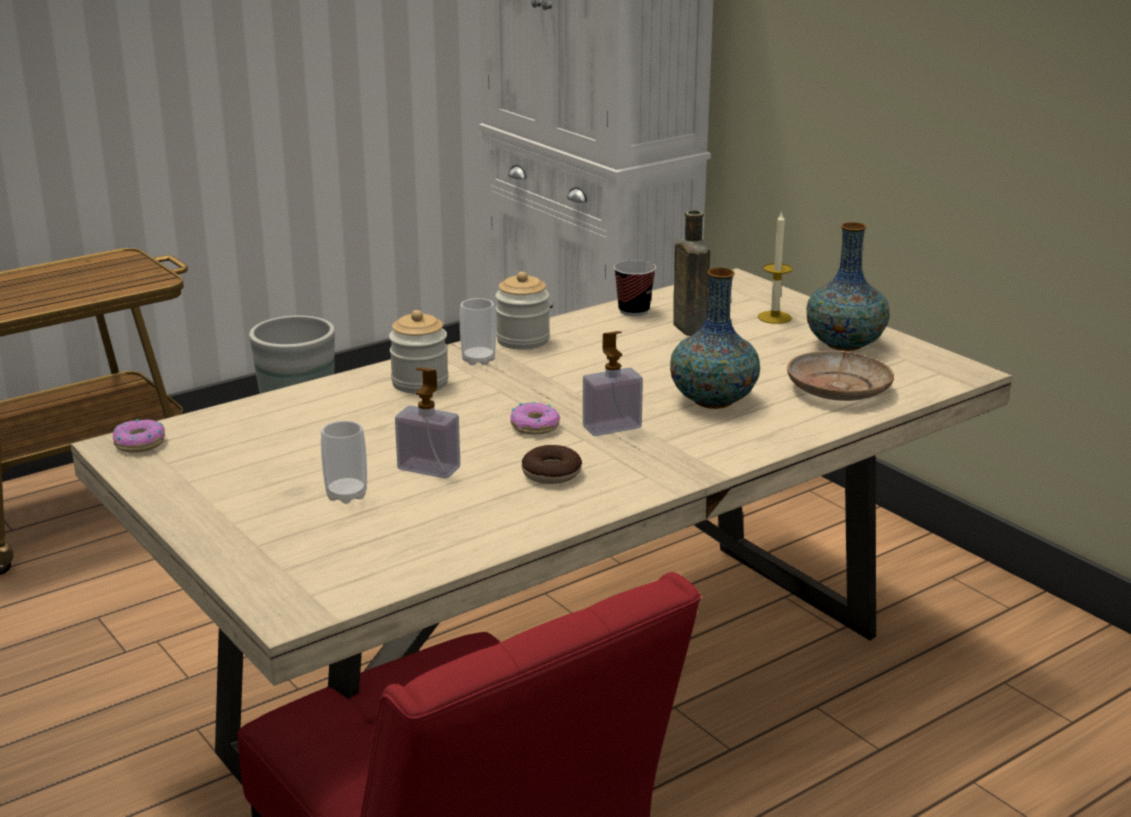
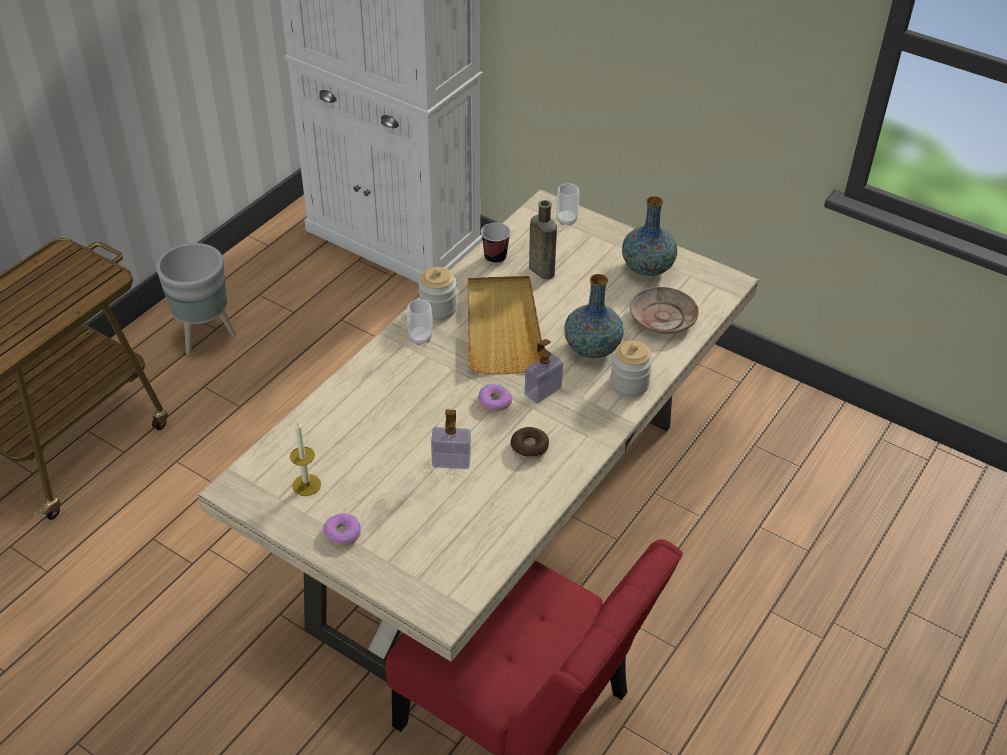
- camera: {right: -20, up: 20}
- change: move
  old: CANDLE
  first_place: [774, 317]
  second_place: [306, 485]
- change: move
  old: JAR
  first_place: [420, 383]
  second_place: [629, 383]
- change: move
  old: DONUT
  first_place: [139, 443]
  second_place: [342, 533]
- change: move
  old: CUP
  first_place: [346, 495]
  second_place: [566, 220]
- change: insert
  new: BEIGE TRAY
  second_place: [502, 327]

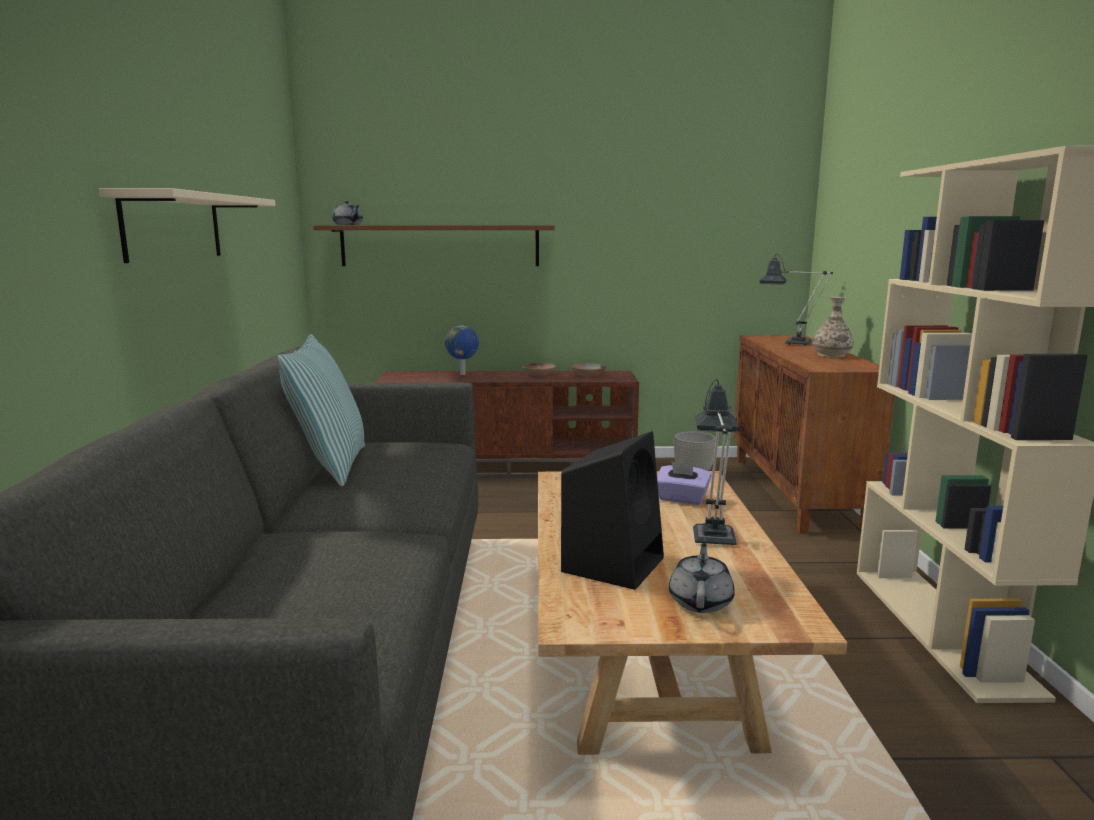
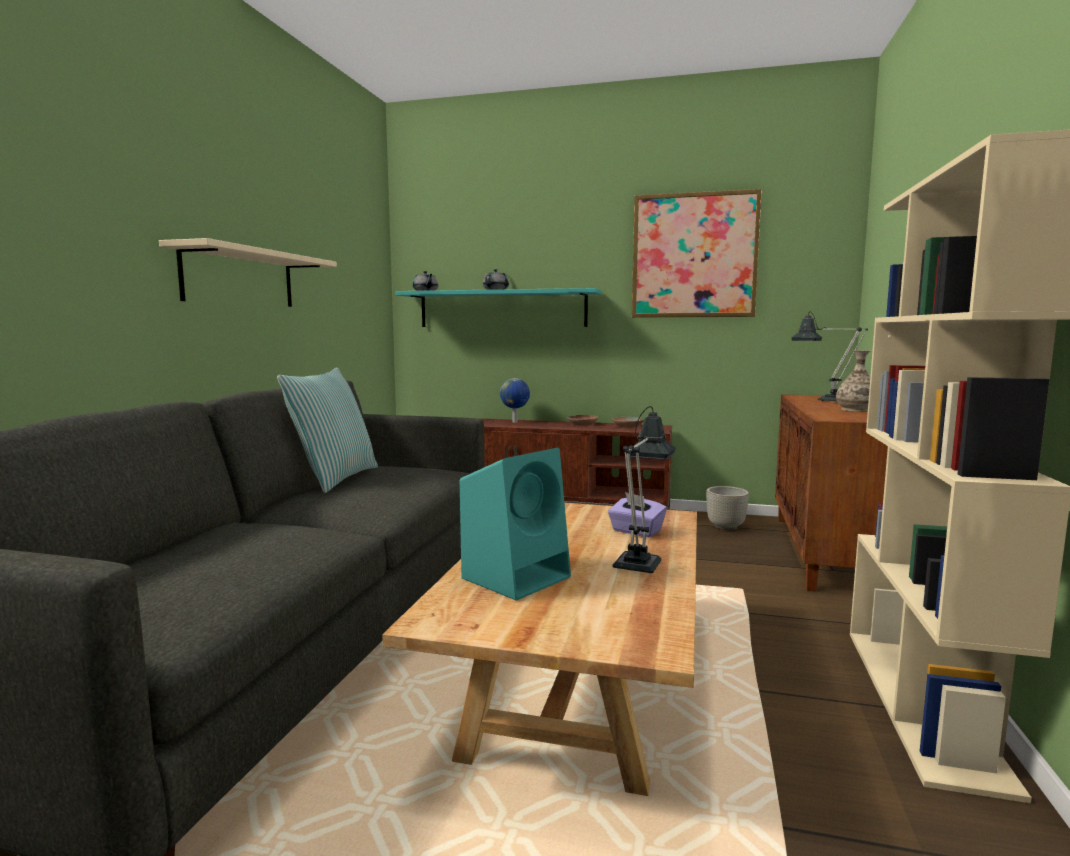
- camera: {right: 15, up: -5}
- change: recolor
  old: BROWN SHELF
  new: TURQUOISE SHELF
  first_place: [440, 245]
  second_place: [502, 309]
- change: recolor
  old: BLACK SPEAKER
  new: TURQUOISE SPEAKER
  first_place: [613, 563]
  second_place: [517, 577]
- change: move
  old: GREY TEAPOT
  first_place: [701, 601]
  second_place: [496, 290]
- change: insert
  new: PICTURE
  second_place: [694, 256]

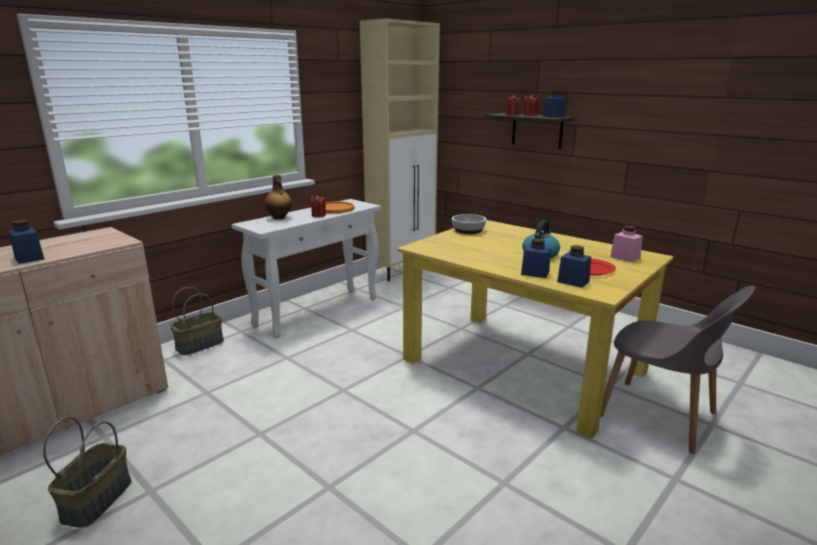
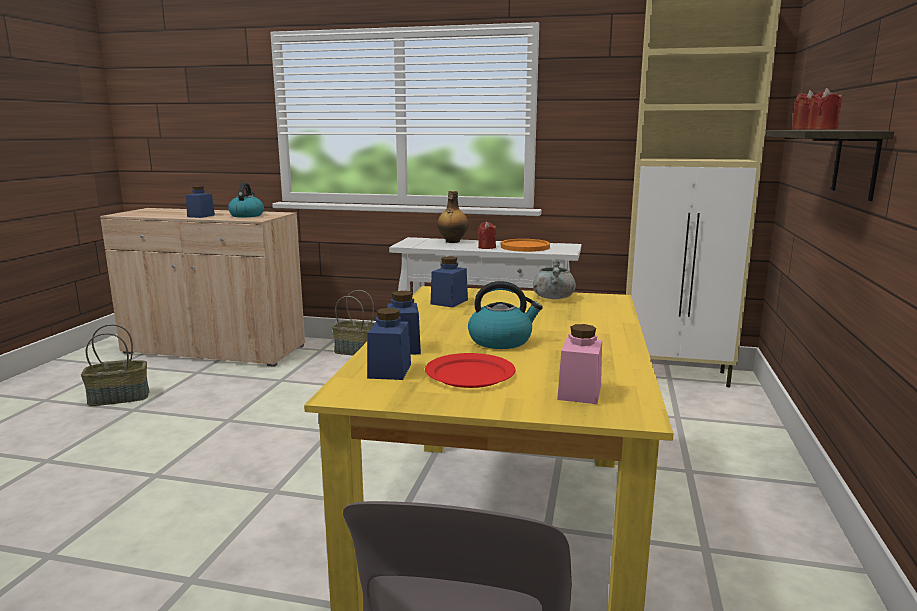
- camera: {right: 60, up: -5}
- change: move
  old: BLUE JAR
  first_place: [554, 116]
  second_place: [449, 302]
- change: replace
  old: BOWL
  new: GREY COOKING POT
  first_place: [468, 230]
  second_place: [553, 297]
- change: insert
  new: KETTLE
  second_place: [246, 215]

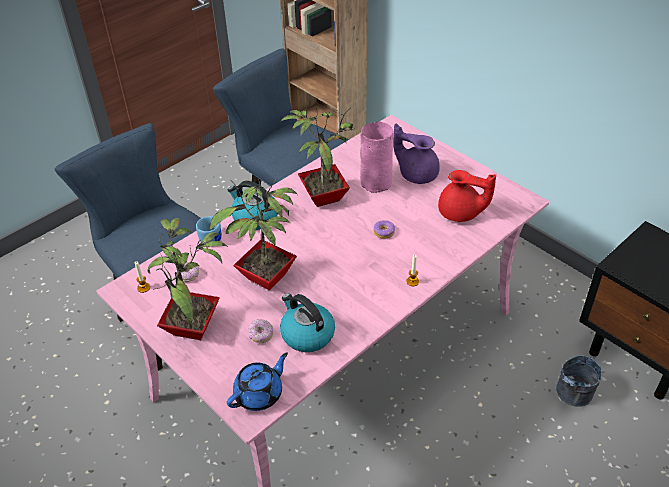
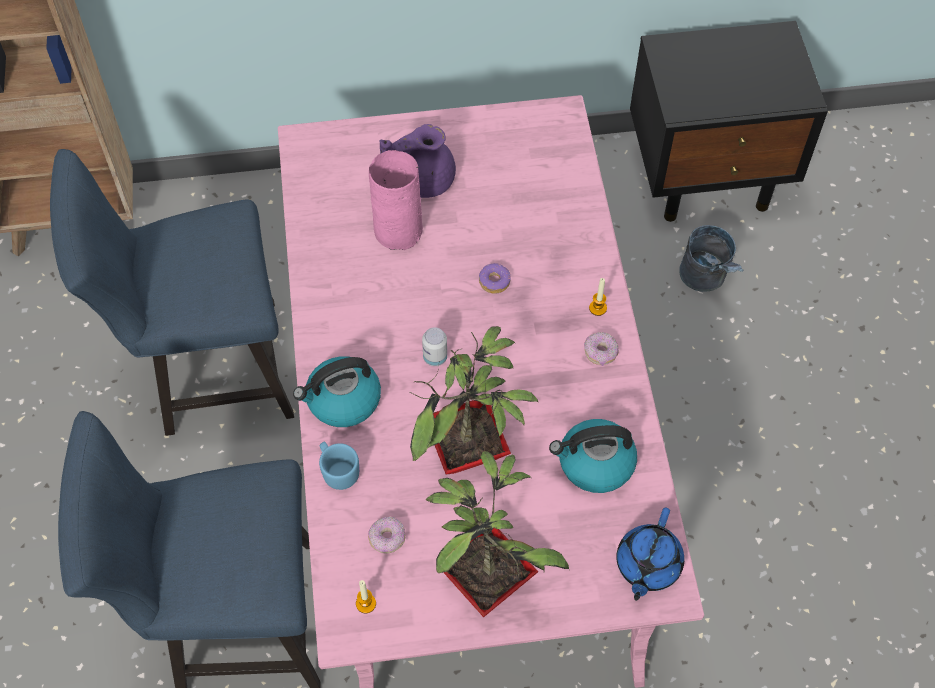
- camera: {right: -55, up: 15}
- change: delete
  old: POTTED PLANT
  first_place: [323, 196]
- change: delete
  old: RED TEAPOT
  first_place: [460, 213]
- change: move
  old: DONUT
  first_place: [261, 335]
  second_place: [600, 353]
- change: rotate
  old: BLUE TEAPOT
  first_place: [259, 394]
  second_place: [647, 565]
  degrees: -150
- change: insert
  new: CAN
  second_place: [435, 357]

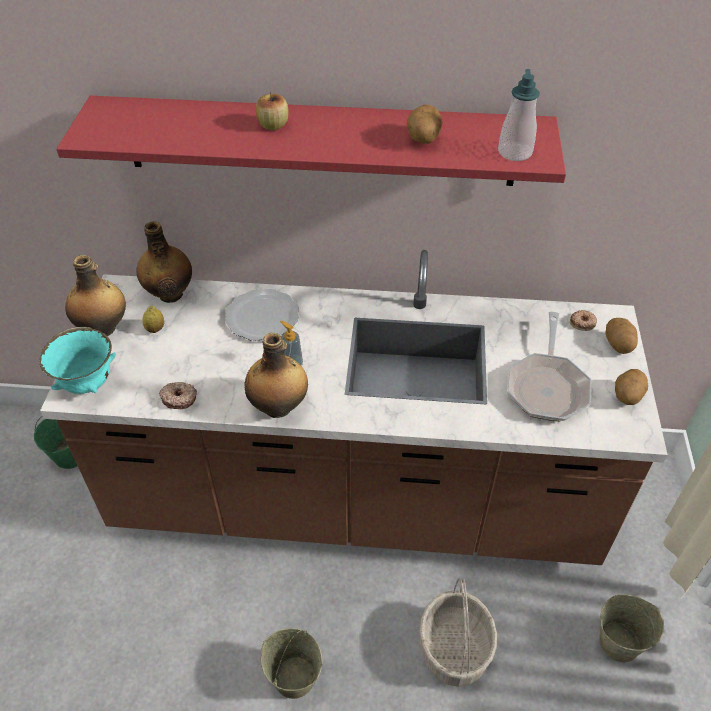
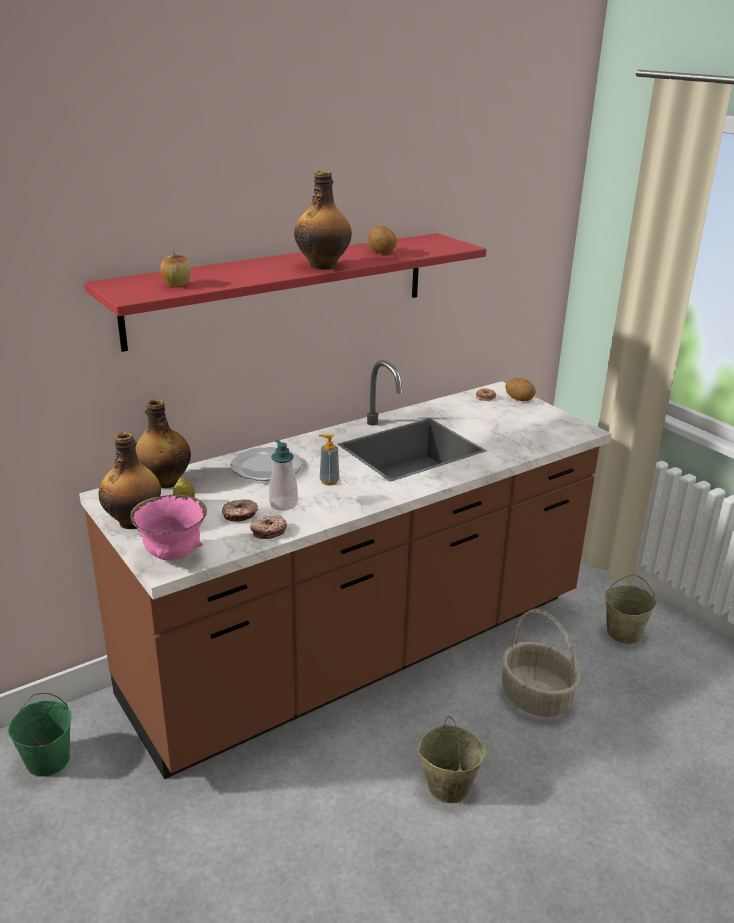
- camera: {right: -40, up: -20}
- change: move
  old: SOAP DISPENSER
  first_place: [515, 152]
  second_place: [283, 504]
- change: move
  old: APPLE
  first_place: [273, 125]
  second_place: [176, 284]
- change: delete
  old: FRYING PAN
  first_place: [547, 386]
- change: recolor
  old: TURQUOISE BOWL
  new: PINK BOWL
  first_place: [88, 383]
  second_place: [173, 555]
- change: move
  old: BOTTLE
  first_place: [279, 407]
  second_place: [323, 266]
- change: delete
  old: POTATO
  first_place: [626, 396]
- change: insert
  new: DONUT
  second_place: [240, 515]

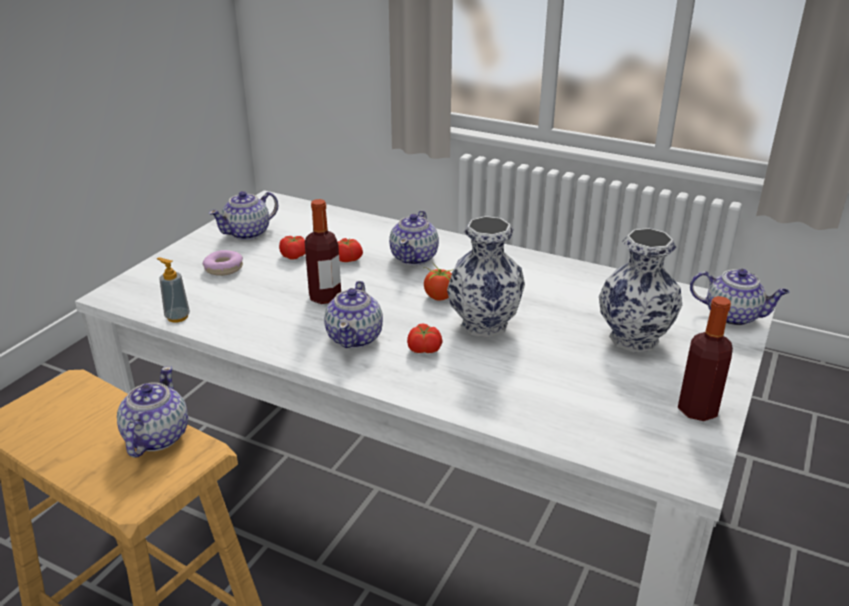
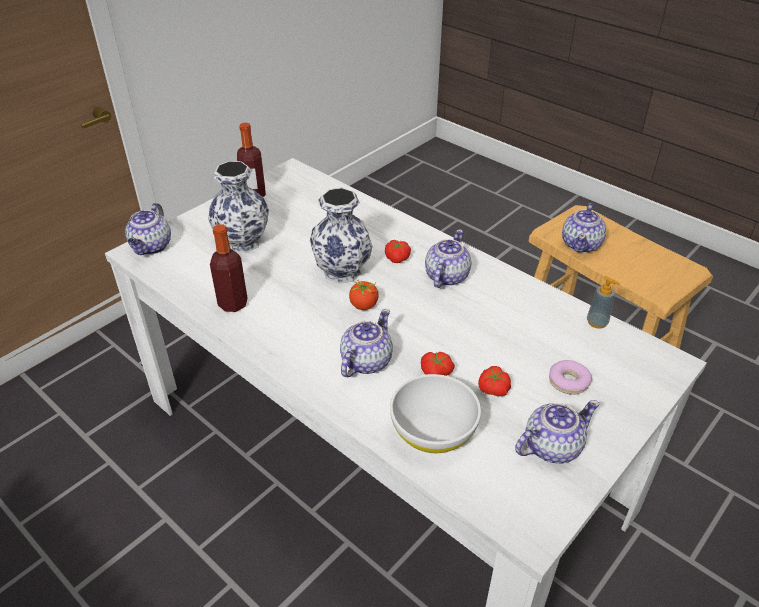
- camera: {right: -165, up: 10}
- change: move
  old: BOTTLE
  first_place: [325, 297]
  second_place: [233, 304]
- change: rotate
  old: TEAPOT
  first_place: [733, 316]
  second_place: [152, 247]
  degrees: -120
- change: insert
  new: WHITE BOWL
  second_place: [433, 431]

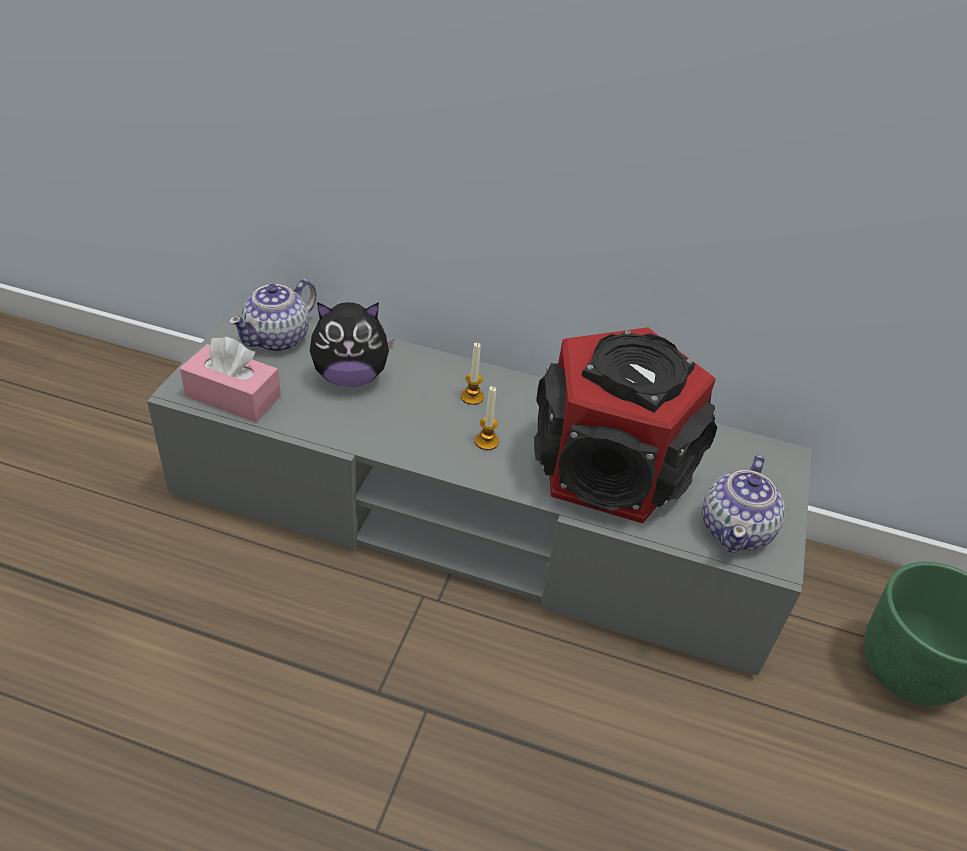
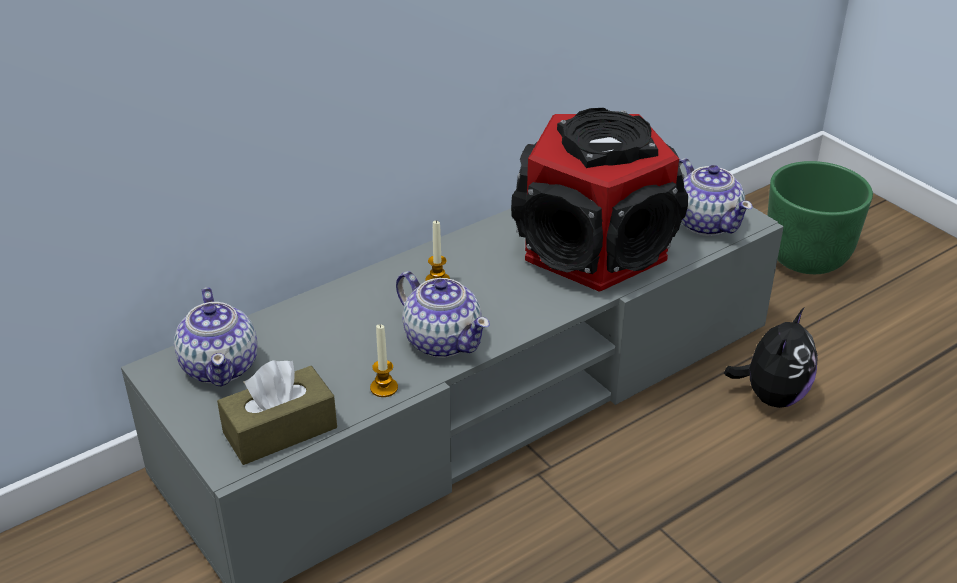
- camera: {right: -50, up: -5}
- change: move
  old: PLUSH TOY
  first_place: [350, 377]
  second_place: [771, 396]
- change: recolor
  old: PINK TISSUE BOX
  new: BROWN TISSUE BOX
  first_place: [233, 396]
  second_place: [280, 430]
- change: move
  old: CANDLE
  first_place: [486, 441]
  second_place: [384, 388]
- change: insert
  new: TEAPOT
  second_place: [442, 340]

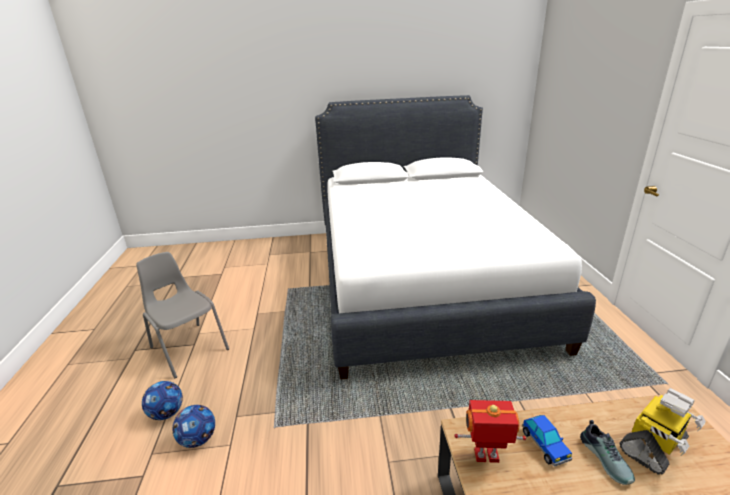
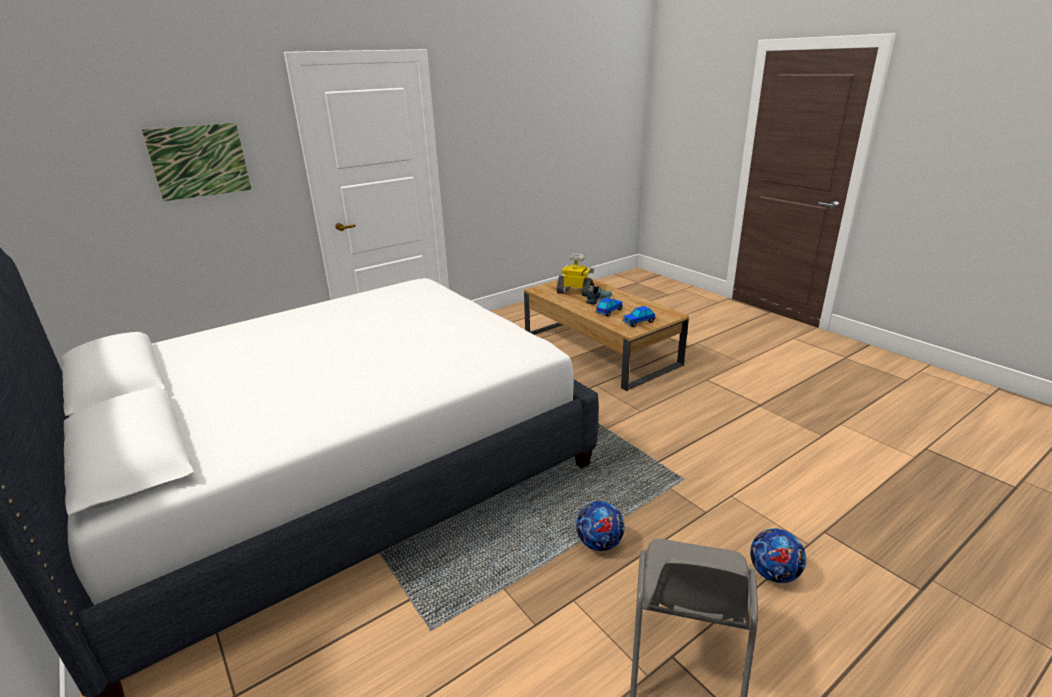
- camera: {right: -120, up: 0}
- change: replace
  old: TOY ROBOT
  new: TOY CAR
  first_place: [486, 457]
  second_place: [638, 322]
- change: move
  old: FOOTBALL
  first_place: [198, 439]
  second_place: [599, 543]
- change: insert
  new: PICTURE
  second_place: [199, 161]

